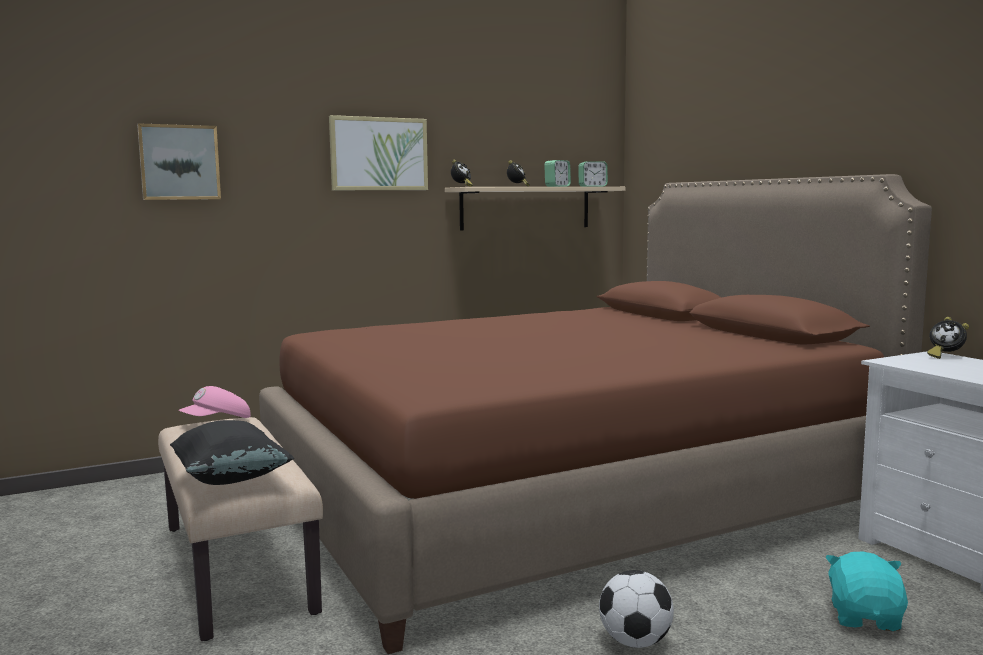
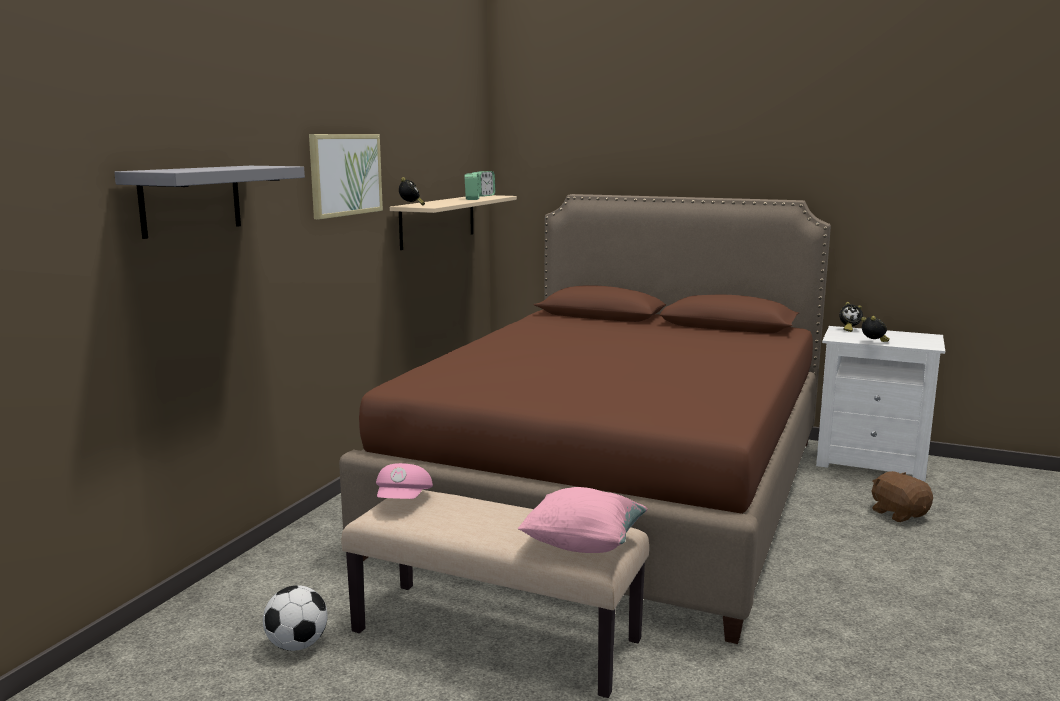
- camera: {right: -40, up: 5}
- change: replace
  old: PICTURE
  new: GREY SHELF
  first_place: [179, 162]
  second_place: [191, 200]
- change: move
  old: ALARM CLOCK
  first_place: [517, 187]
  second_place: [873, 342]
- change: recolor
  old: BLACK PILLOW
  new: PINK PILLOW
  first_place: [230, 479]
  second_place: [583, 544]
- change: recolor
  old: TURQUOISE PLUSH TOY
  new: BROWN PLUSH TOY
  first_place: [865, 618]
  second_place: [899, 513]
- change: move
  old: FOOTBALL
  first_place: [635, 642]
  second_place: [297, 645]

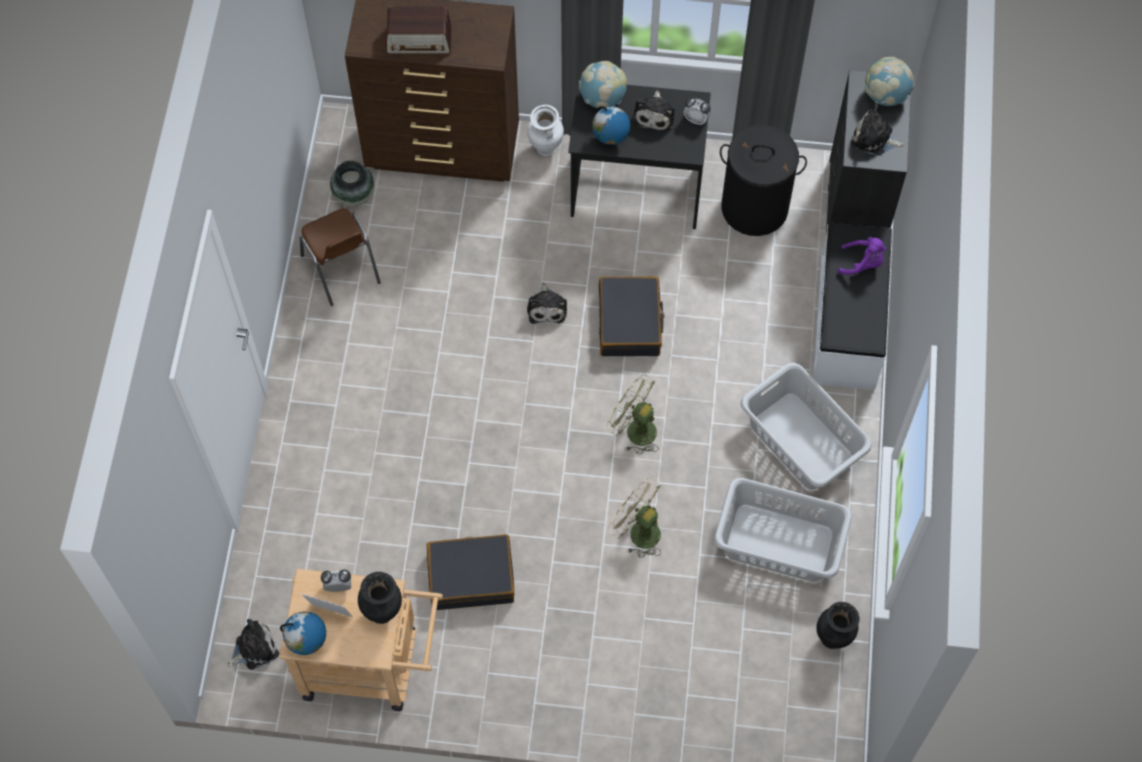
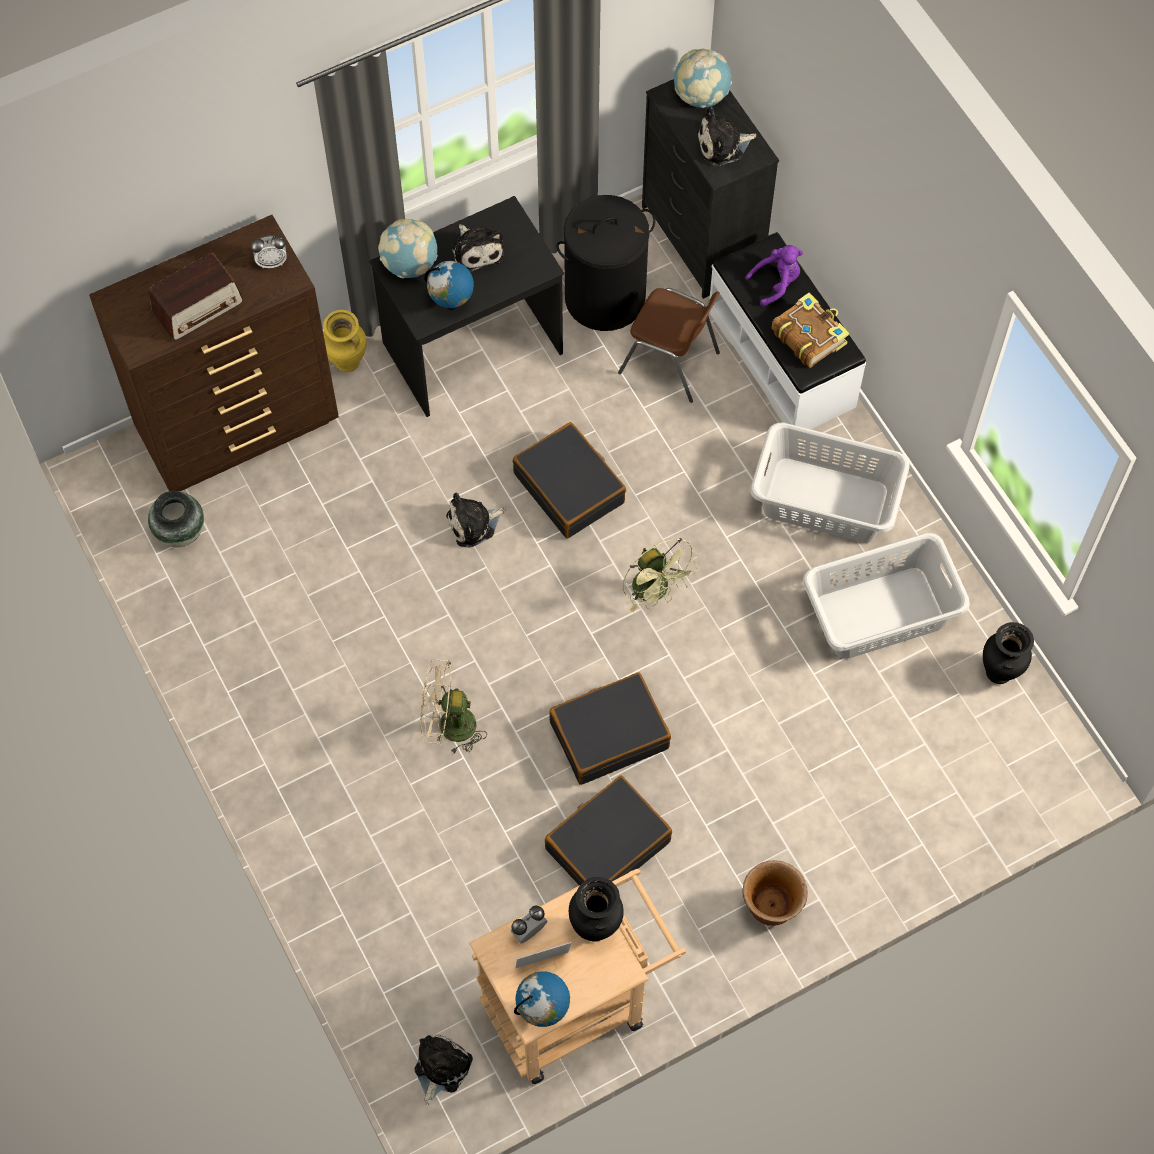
- camera: {right: -35, up: 0}
- change: move
  old: ALARM CLOCK
  first_place: [696, 119]
  second_place: [271, 262]
- change: recolor
  old: WHITE VASE
  new: YELLOW VASE
  first_place: [545, 149]
  second_place: [347, 363]
- change: move
  old: BROWN CHAIR
  first_place: [341, 270]
  second_place: [670, 363]
- change: rotate
  old: PLUSH TOY
  first_place: [547, 307]
  second_place: [474, 524]
  degrees: 105
- change: rotate
  old: GREEN FAN
  first_place: [634, 430]
  second_place: [656, 591]
  degrees: -120
- change: move
  old: BEIGE FAN
  first_place: [638, 531]
  second_place: [448, 726]
- change: insert
  new: BOOK
  second_place: [808, 336]
- change: insert
  new: BLACK SUITCASE
  second_place: [609, 734]
- change: insert
  new: BROWN PLANTER
  second_place: [771, 906]

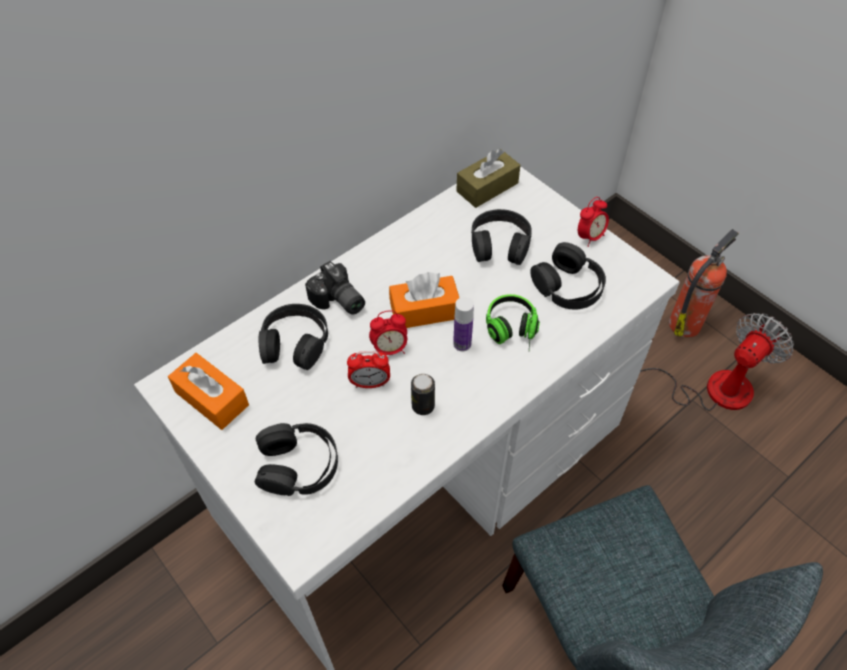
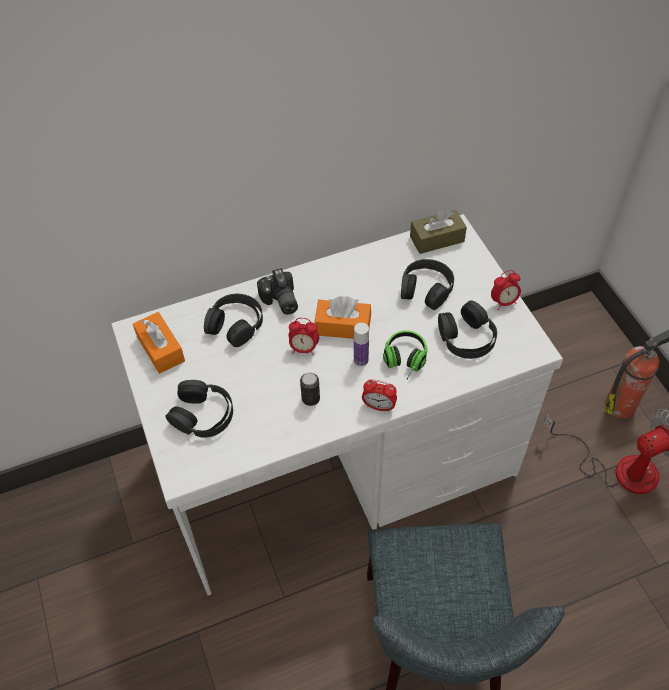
- camera: {right: 20, up: 0}
- change: move
  old: ALARM CLOCK
  first_place: [370, 383]
  second_place: [379, 406]

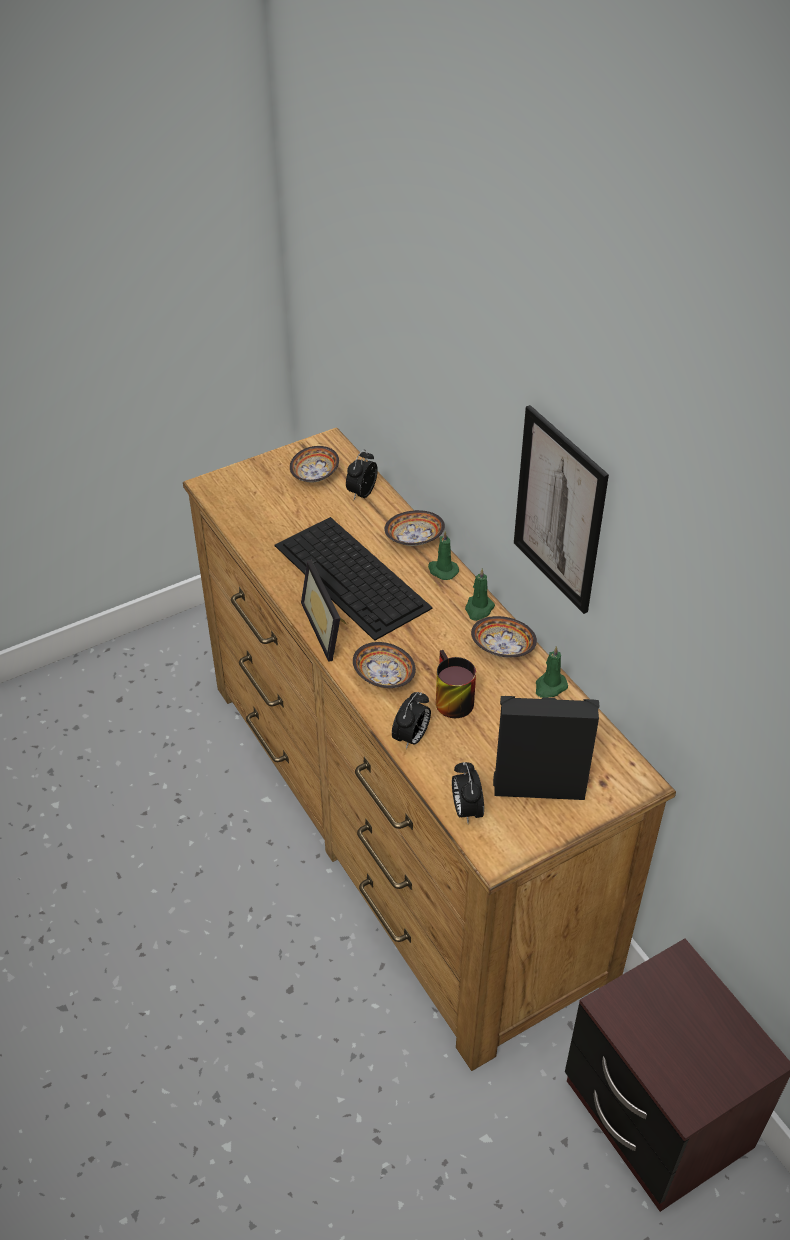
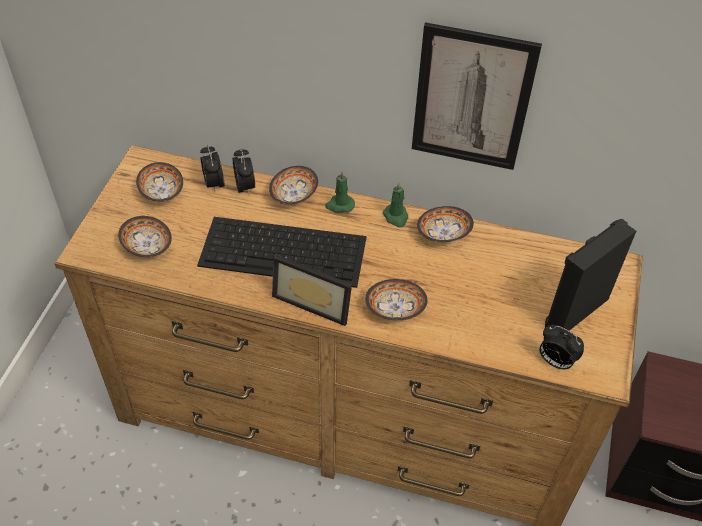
- camera: {right: -45, up: 5}
- change: delete
  old: GREEN CANDLE
  first_place: [550, 687]
- change: delete
  old: MUG
  first_place: [448, 699]
- change: move
  old: ALARM CLOCK
  first_place: [411, 738]
  second_place: [245, 187]
- change: insert
  new: BOWL
  second_place: [147, 245]

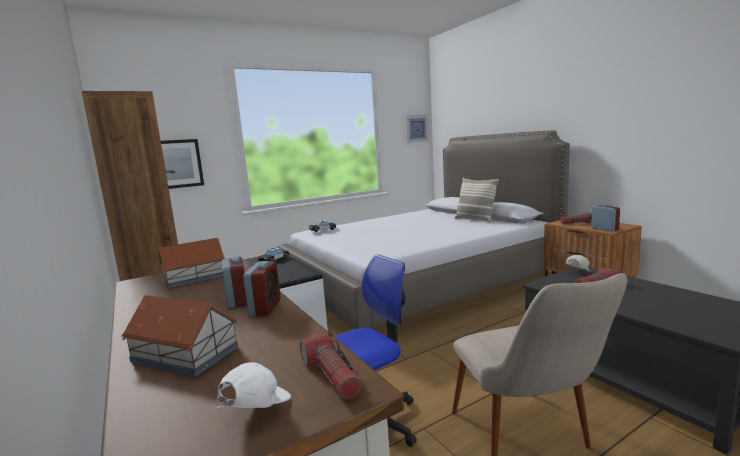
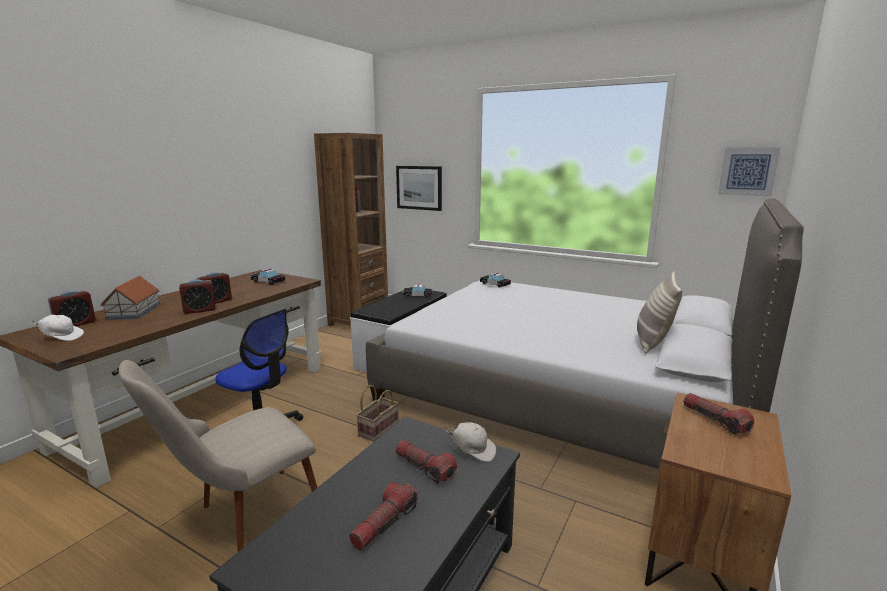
- camera: {right: 60, up: 5}
- change: move
  old: ALARM CLOCK
  first_place: [604, 229]
  second_place: [75, 324]
- change: replace
  old: TOY HOUSE
  new: TOY CAR
  first_place: [195, 277]
  second_place: [268, 282]
- change: move
  old: FLASHLIGHT
  first_place: [331, 375]
  second_place: [384, 524]
- change: insert
  new: BASKET
  second_place: [378, 428]

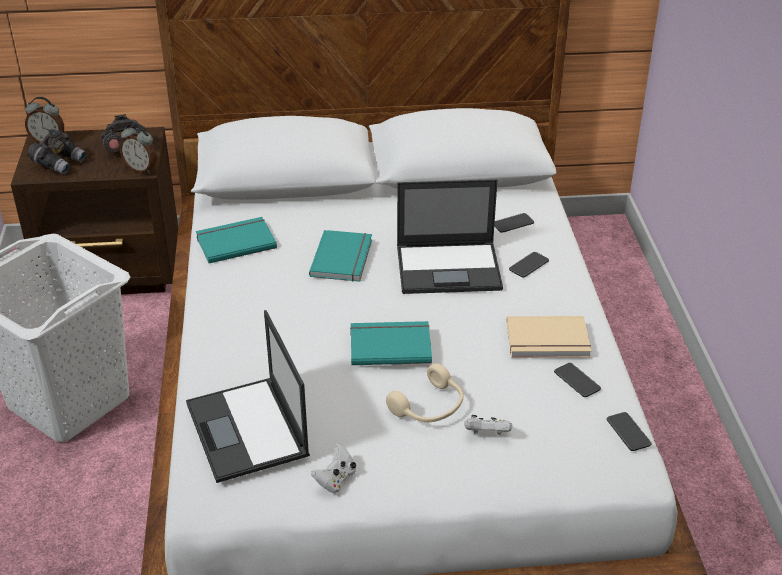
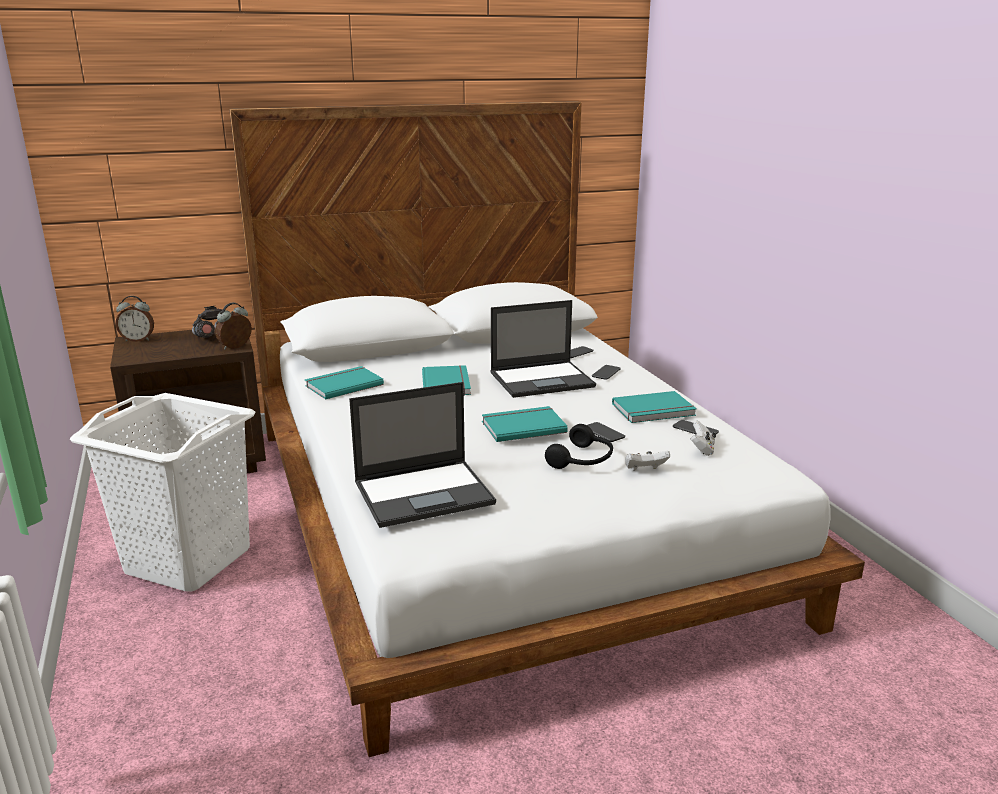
- camera: {right: -15, up: -15}
- change: rotate
  old: ALARM CLOCK
  first_place: [141, 169]
  second_place: [236, 347]
  degrees: 120
- change: delete
  old: GREY BINOCULARS
  first_place: [59, 163]
- change: rotate
  old: LAPTOP
  first_place: [248, 430]
  second_place: [425, 493]
  degrees: -75
- change: recolor
  old: BEIGE BOOK
  new: TURQUOISE BOOK
  first_place: [548, 341]
  second_place: [654, 411]
- change: recolor
  old: BEIGE HEADPHONES
  new: BLACK HEADPHONES
  first_place: [430, 407]
  second_place: [583, 460]
- change: move
  old: PHONE
  first_place: [628, 432]
  second_place: [603, 433]
- change: move
  old: WHITE GAME CONTROLLER
  first_place: [335, 479]
  second_place: [702, 449]

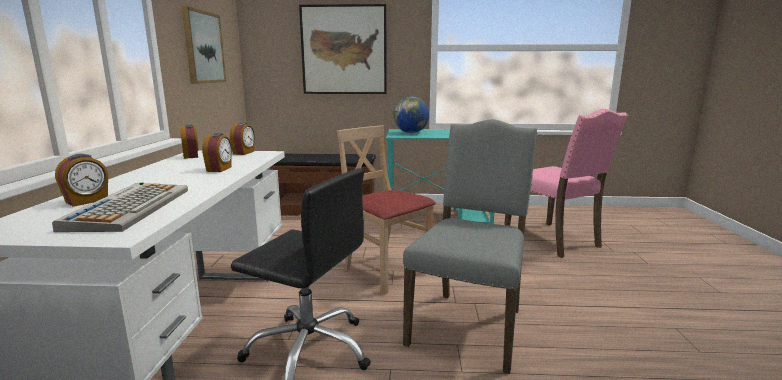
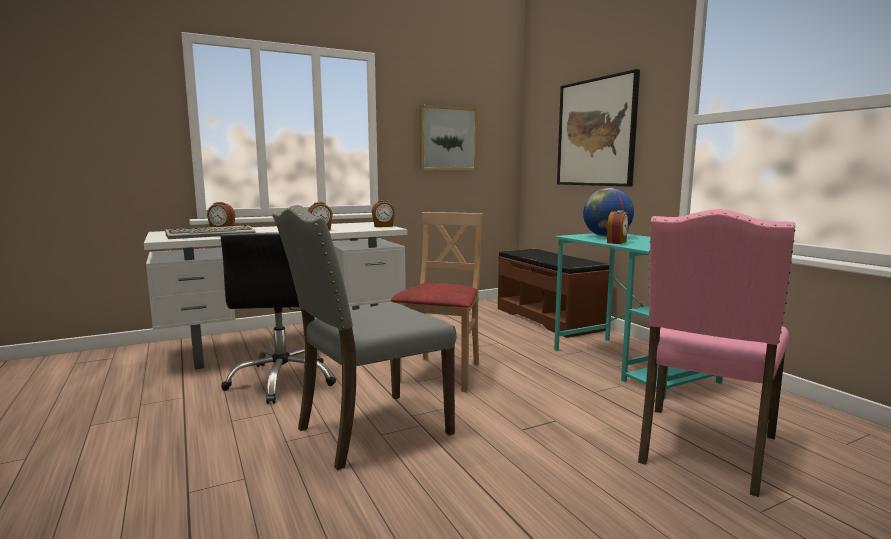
- camera: {right: 60, up: -5}
- change: rotate
  old: GREY CHAIR
  first_place: [469, 325]
  second_place: [370, 430]
  degrees: 150
- change: move
  old: ALARM CLOCK
  first_place: [191, 156]
  second_place: [617, 242]

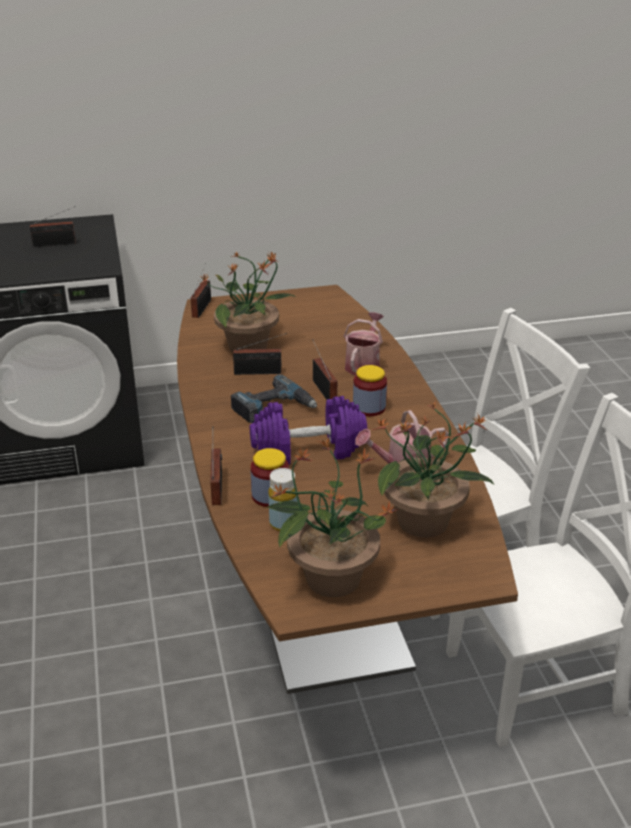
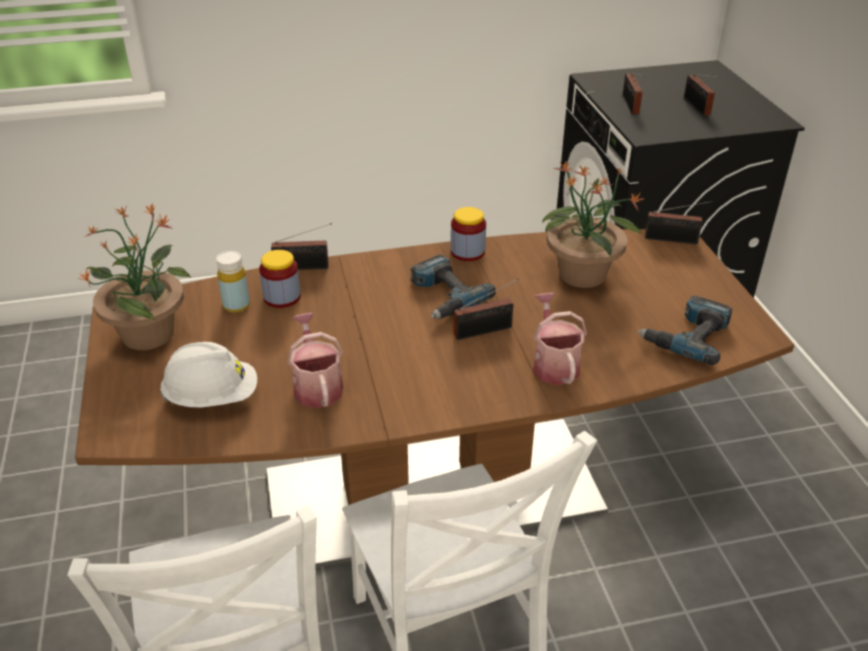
- camera: {right: 90, up: 5}
- change: rotate
  old: WATERING CAN
  first_place: [364, 364]
  second_place: [554, 364]
  degrees: -120
- change: move
  old: RADIO
  first_place: [260, 372]
  second_place: [630, 105]
- change: move
  old: JAR
  first_place: [369, 407]
  second_place: [467, 252]
- change: delete
  old: PURPLE DUMBBELL
  first_place: [308, 449]
- change: replace
  old: POTTED PLANT
  new: WHITE HARD HAT
  first_place: [425, 522]
  second_place: [212, 397]
- change: insert
  new: POWER DRILL
  second_place: [687, 335]

